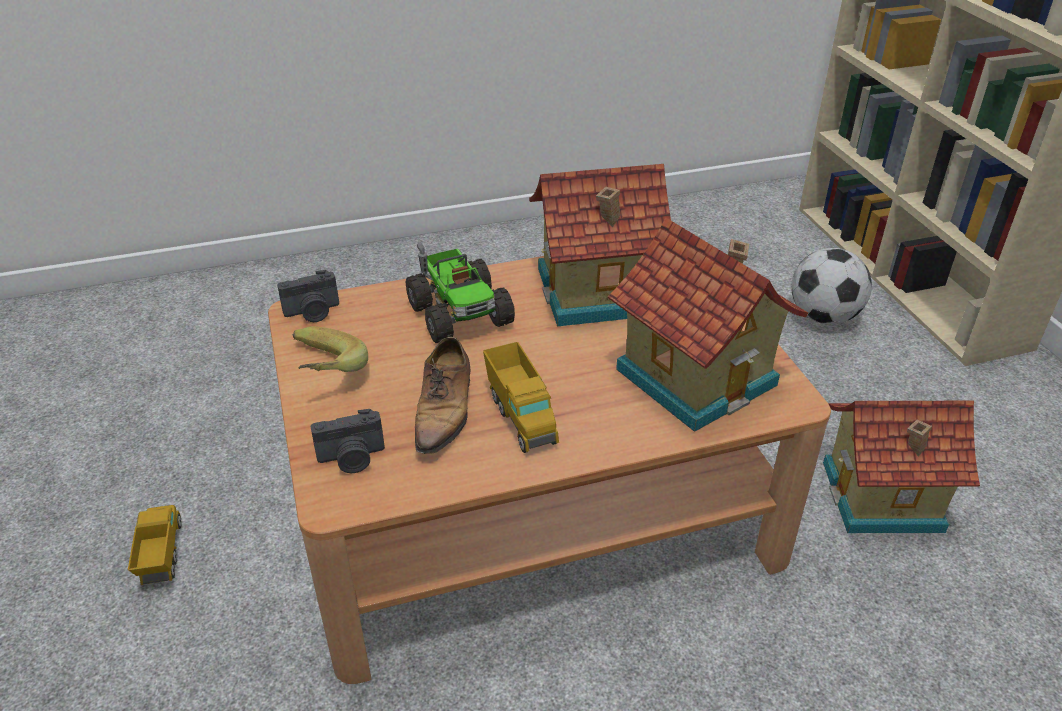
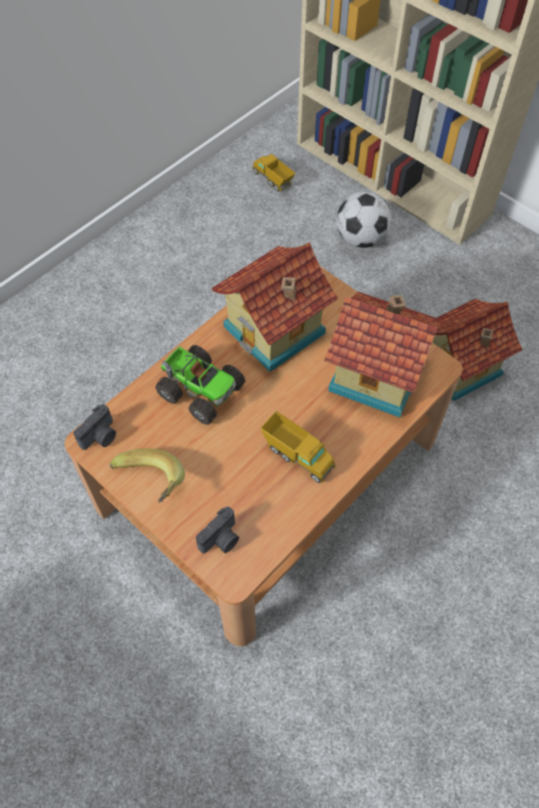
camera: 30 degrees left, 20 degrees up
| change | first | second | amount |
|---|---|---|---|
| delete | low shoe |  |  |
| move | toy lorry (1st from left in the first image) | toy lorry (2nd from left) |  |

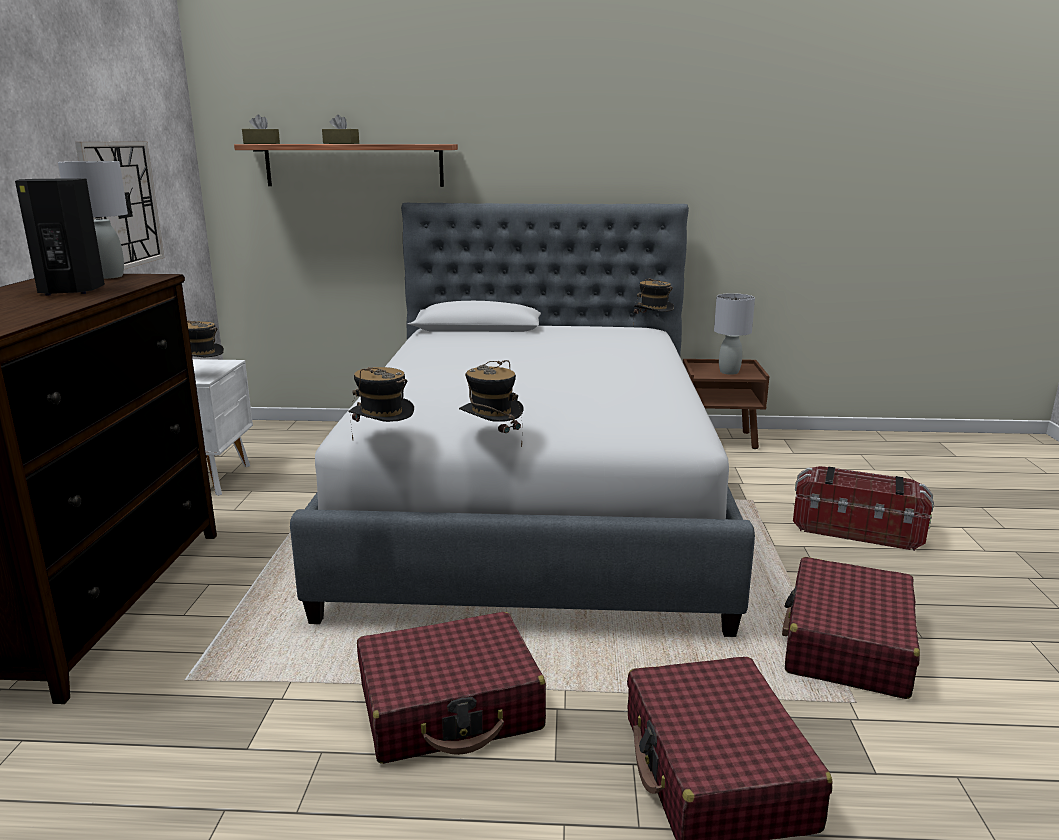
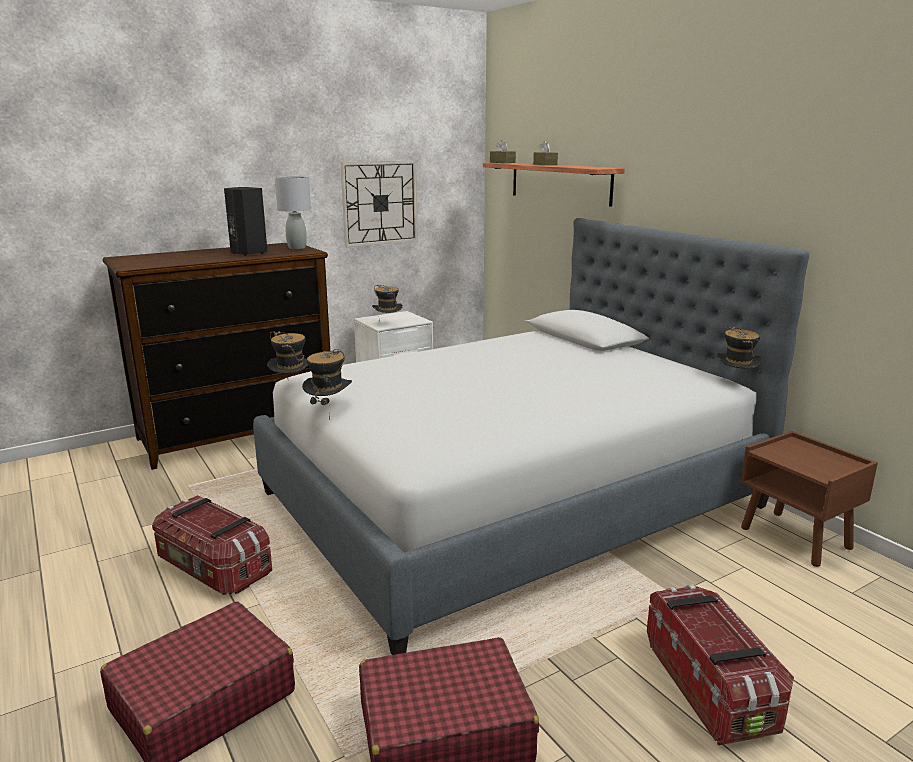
camera: 55 degrees right, 0 degrees up
| change | first | second | amount |
|---|---|---|---|
| delete | greyish table lamp (2nd from left) |  |  |
| replace | reddish piece of luggage (1st from left) | storage container (1st from left) |  |

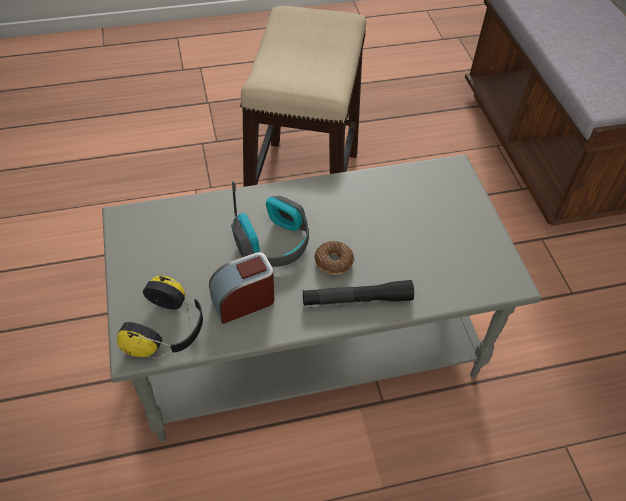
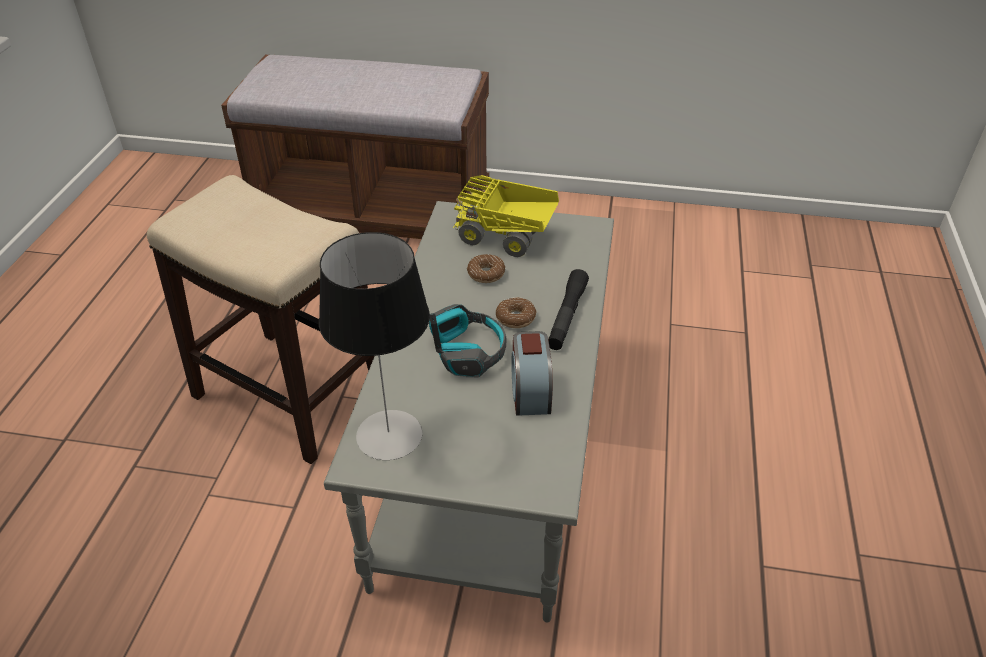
camera: 65 degrees left, 10 degrees down
| change | first | second | amount |
|---|---|---|---|
| delete | pair of headphones (1st from left) |  |  |
| insert |  | toy lorry |  |
| insert |  | table lamp |  |
| insert |  | ring doughnut (1st from left) |  |

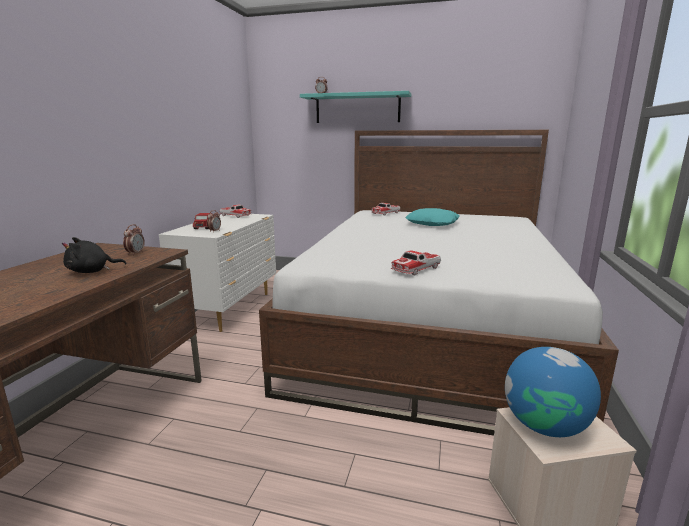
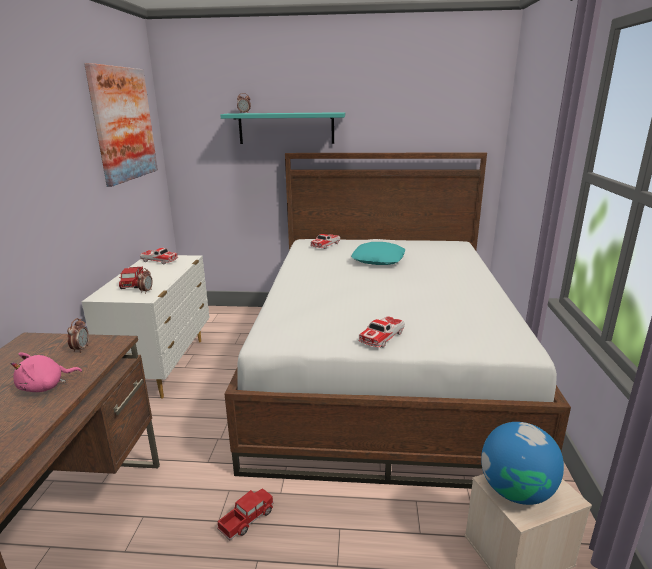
camera: 10 degrees left, 5 degrees up
| change | first | second | amount |
|---|---|---|---|
| recolor | blackish soft toy | pinkish soft toy |  |
| insert |  | picture |  |
| insert |  | toy lorry (2nd from left) |  |

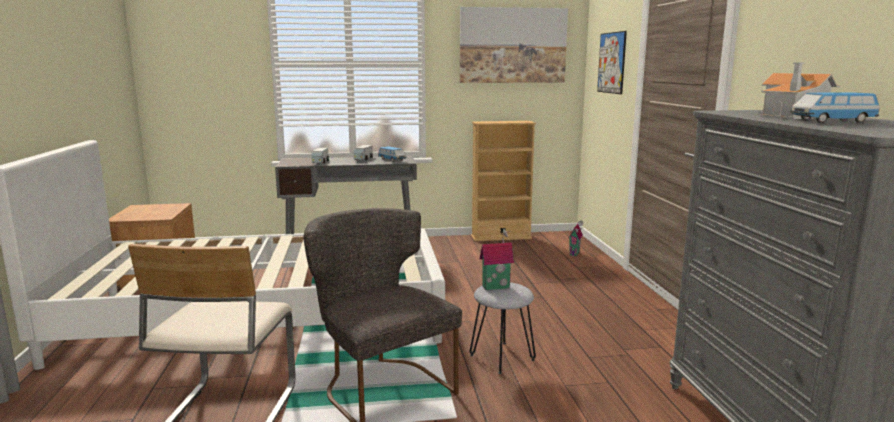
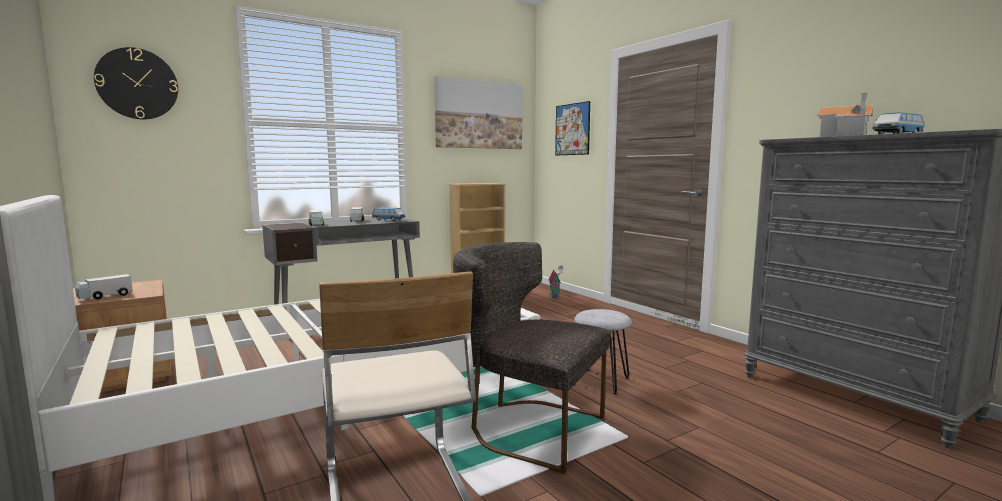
camera: 25 degrees left, 5 degrees down
| change | first | second | amount |
|---|---|---|---|
| delete | miniature house (1st from left) |  |  |
| insert |  | clock on the wall |  |
| insert |  | toy lorry (1st from left) |  |

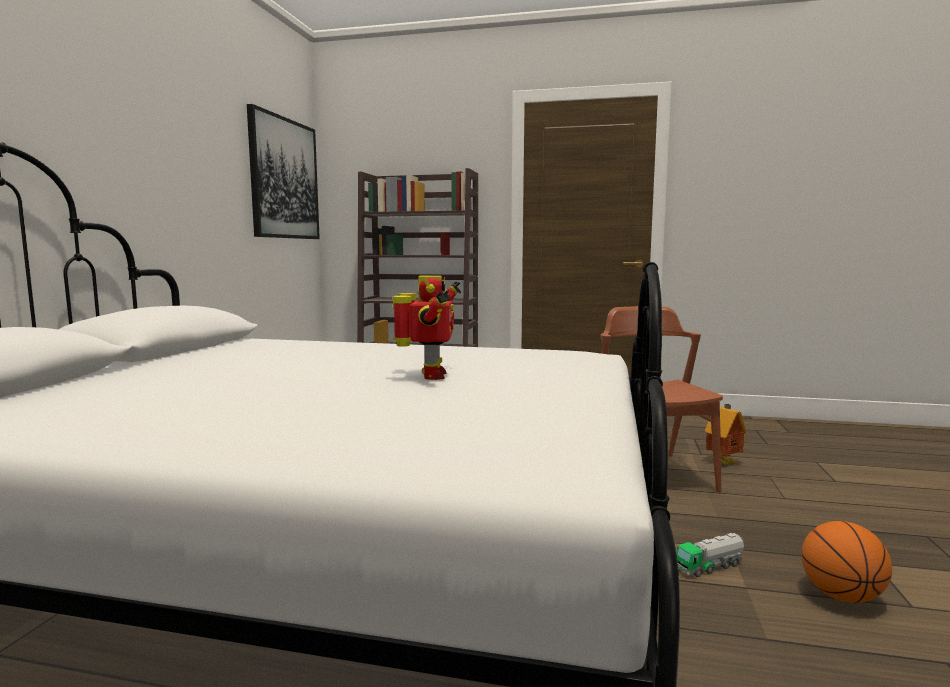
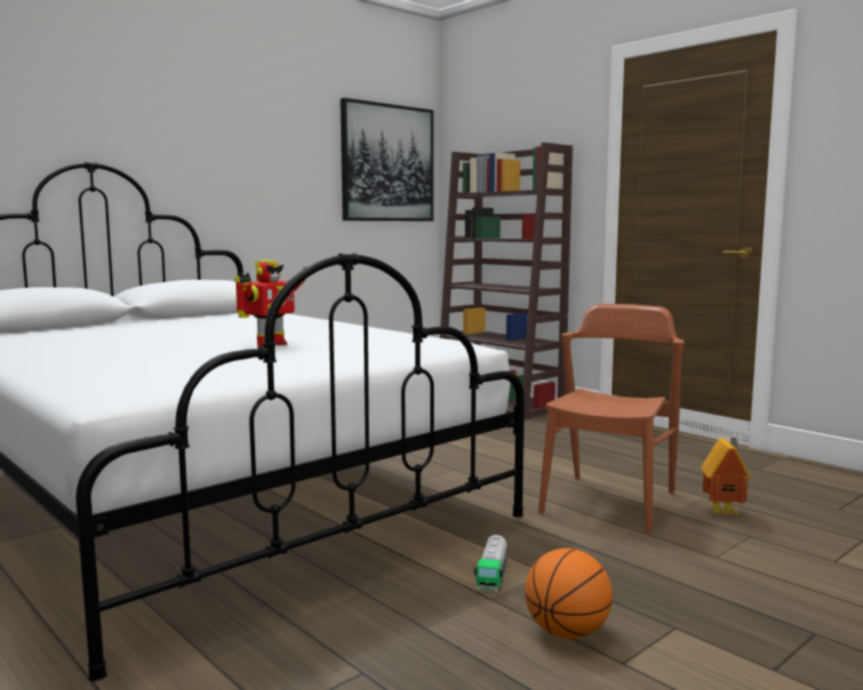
camera: 35 degrees right, 0 degrees up
| change | first | second | amount |
|---|---|---|---|
| rotate | toy lorry |  | 90 degrees counterclockwise |

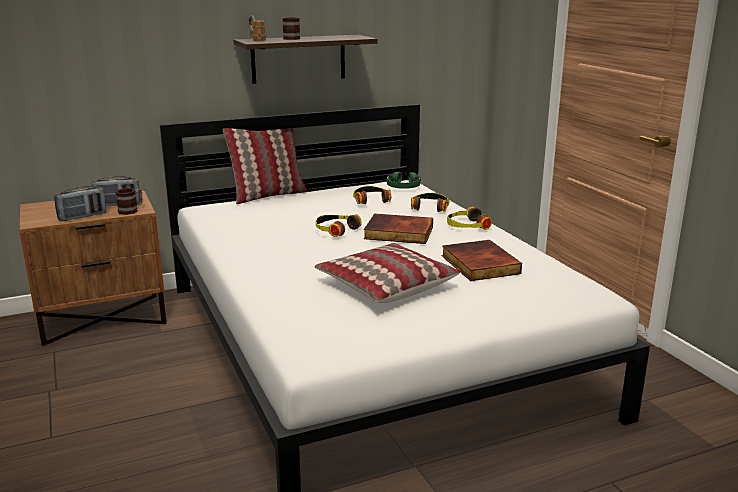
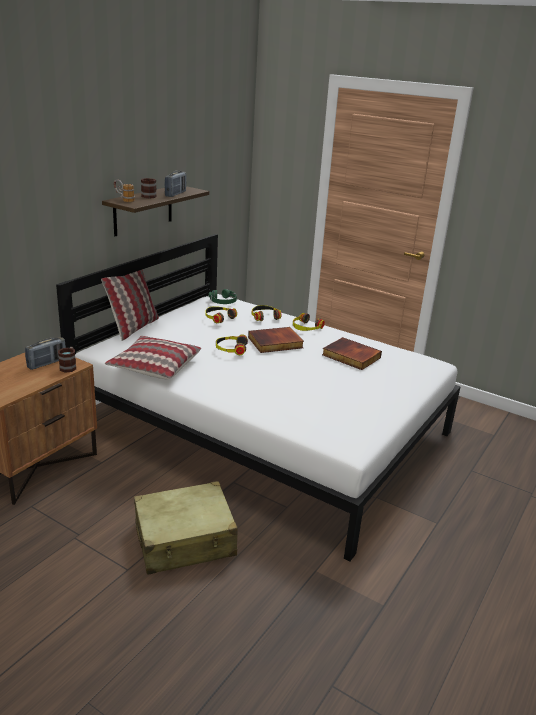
camera: 35 degrees left, 5 degrees up
| change | first | second | amount |
|---|---|---|---|
| move | radio (1st from left in the first image) | radio (2nd from left) |  |
| move | throw pillow (2nd from left) |  |  |
| insert |  | sand-coloured piece of luggage |  |

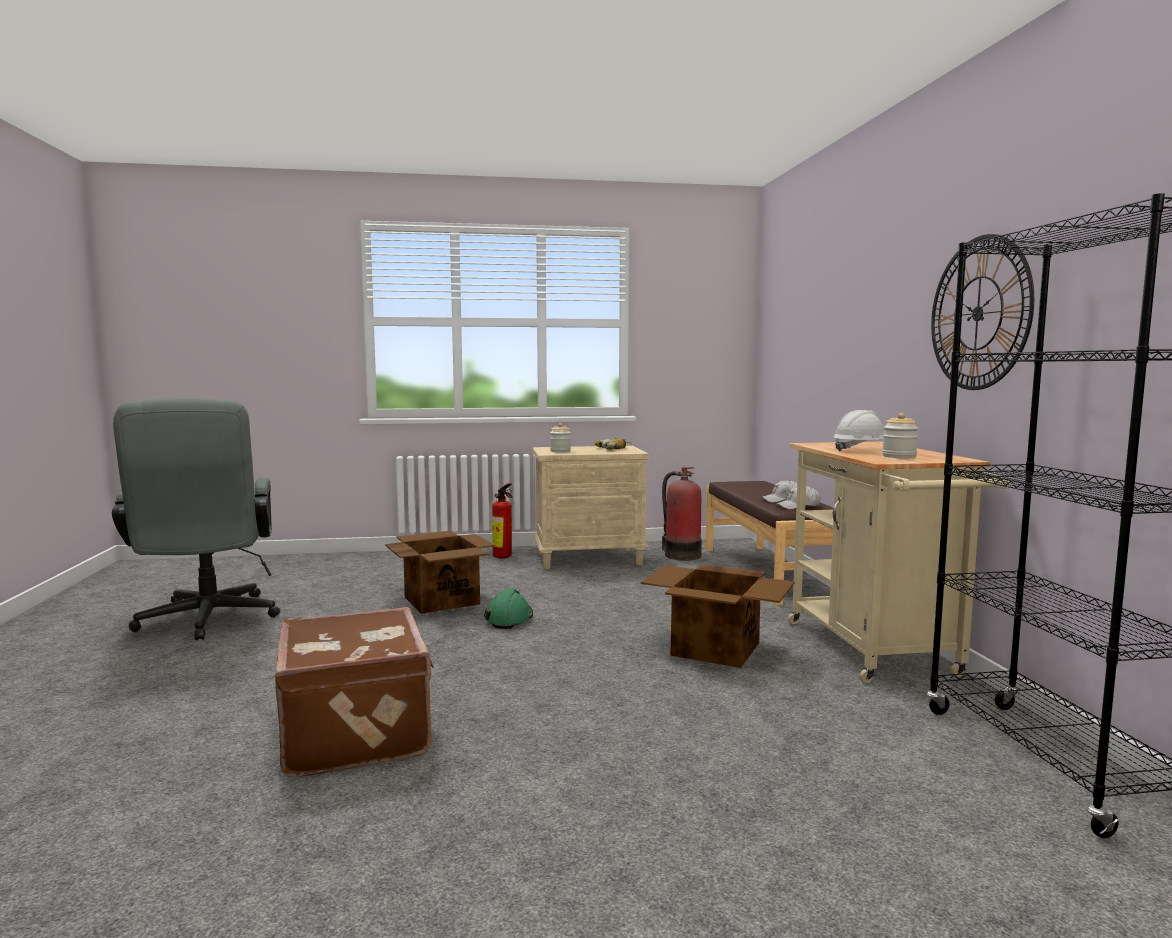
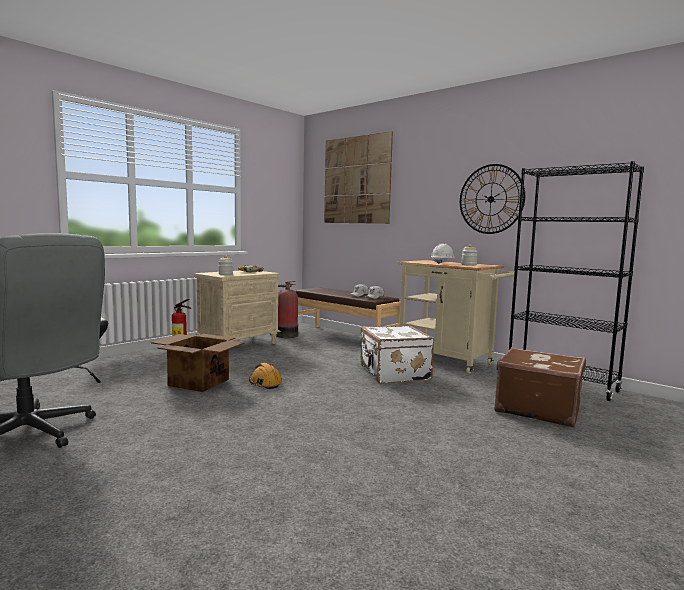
camera: 40 degrees left, 0 degrees up
| change | first | second | amount |
|---|---|---|---|
| replace | cardboard box (2nd from left) | white piece of luggage |  |
| recolor | green work helmet | orange work helmet |  |
| move | brown-coloured piece of luggage |  |  |
| insert |  | picture |  |

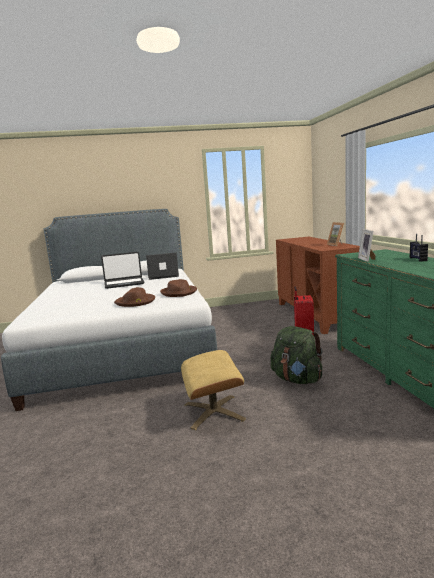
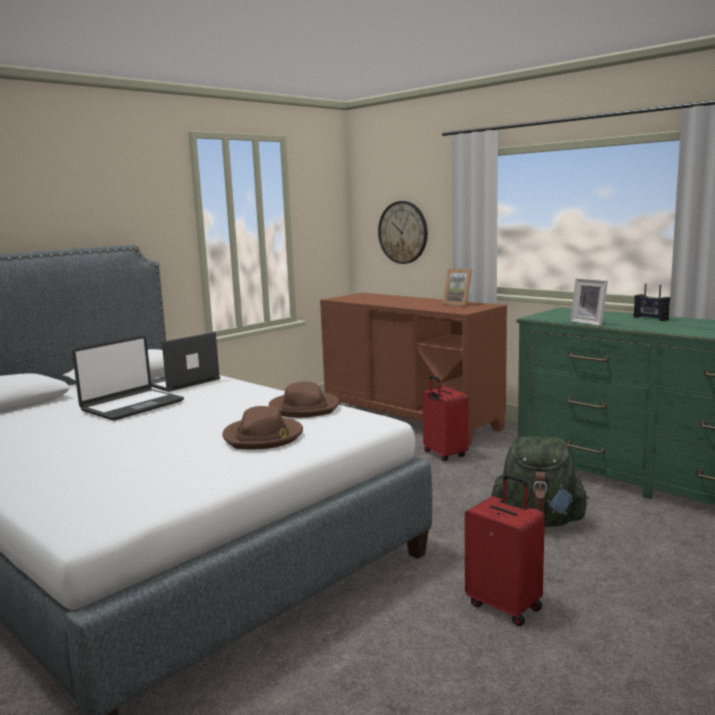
camera: 35 degrees left, 0 degrees up
| change | first | second | amount |
|---|---|---|---|
| replace | sand-coloured footrest | reddish piece of luggage (2nd from left) |  |
| insert |  | clock on the wall |  |

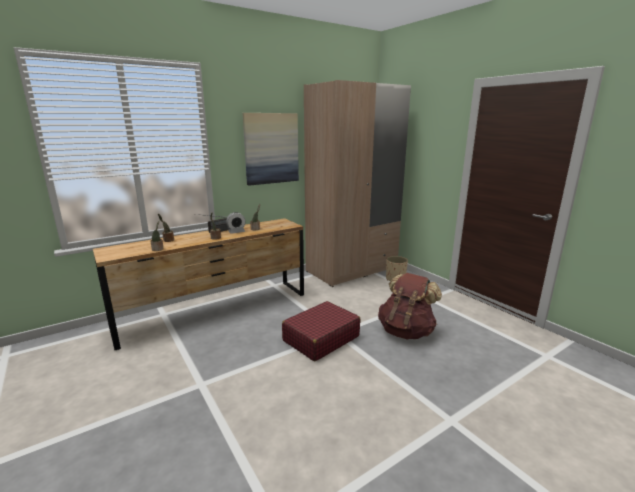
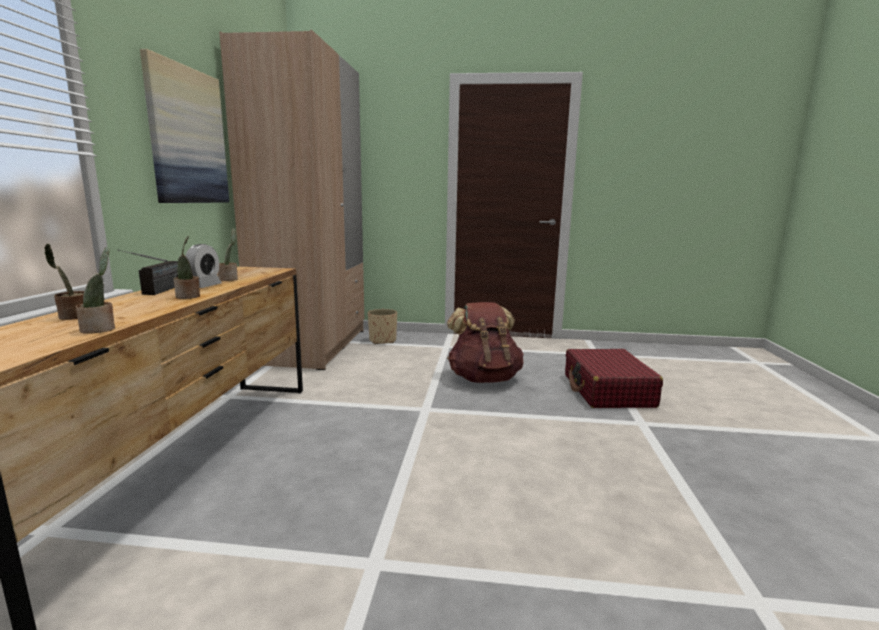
camera: 50 degrees left, 5 degrees down
| change | first | second | amount |
|---|---|---|---|
| move | reddish piece of luggage |  |  |

